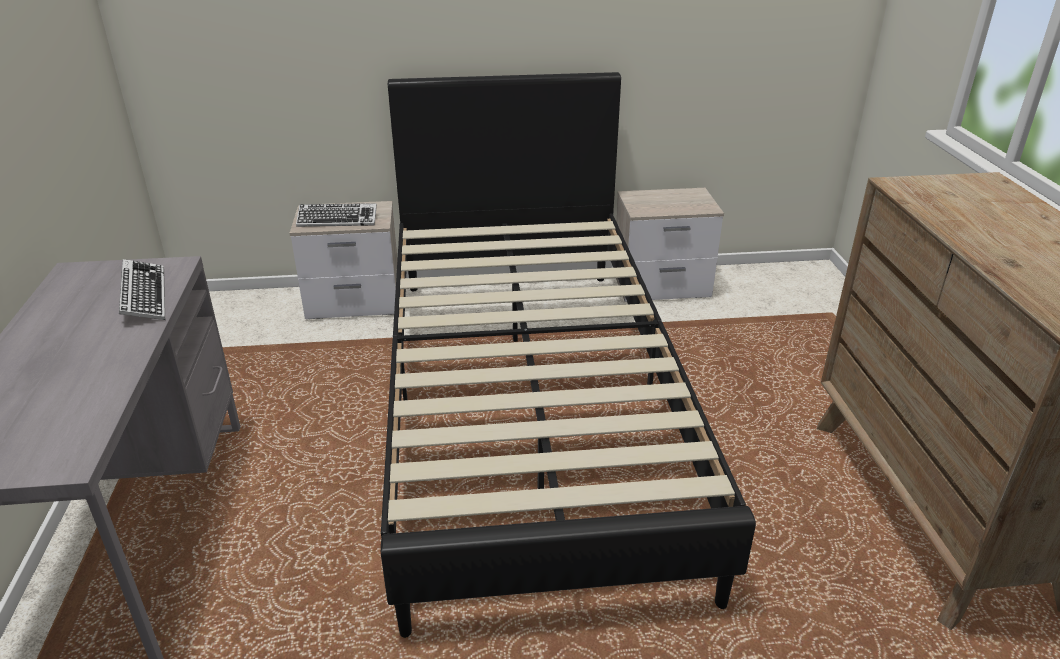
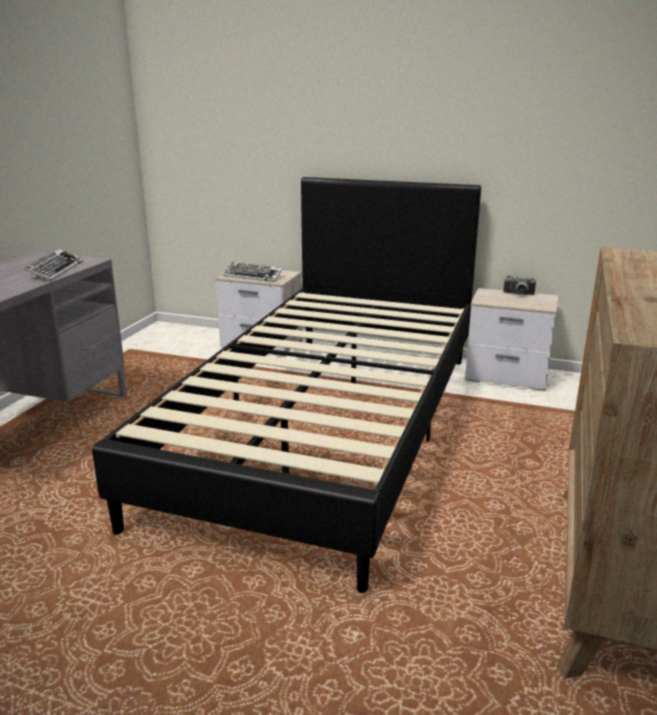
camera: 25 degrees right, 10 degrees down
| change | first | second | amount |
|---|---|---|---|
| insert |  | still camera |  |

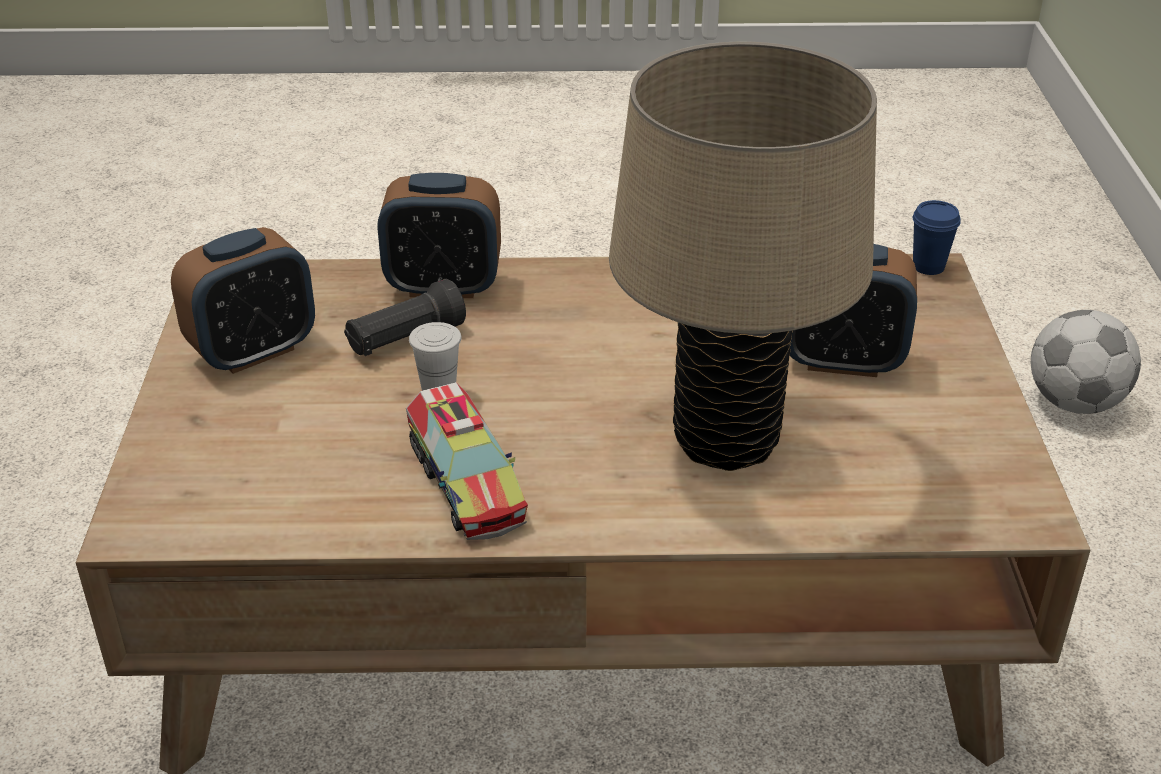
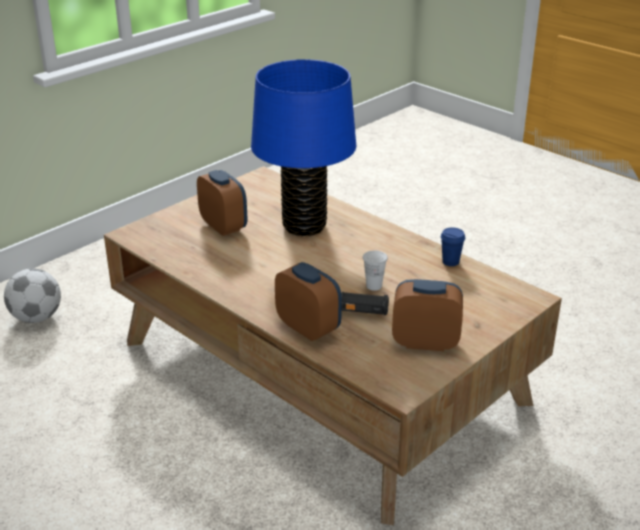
camera: 135 degrees left, 5 degrees down
| change | first | second | amount |
|---|---|---|---|
| recolor | sand-coloured table lamp | blue-coloured table lamp |  |
| move | blue-coloured drinking cup |  |  |
| delete | toy lorry |  |  |

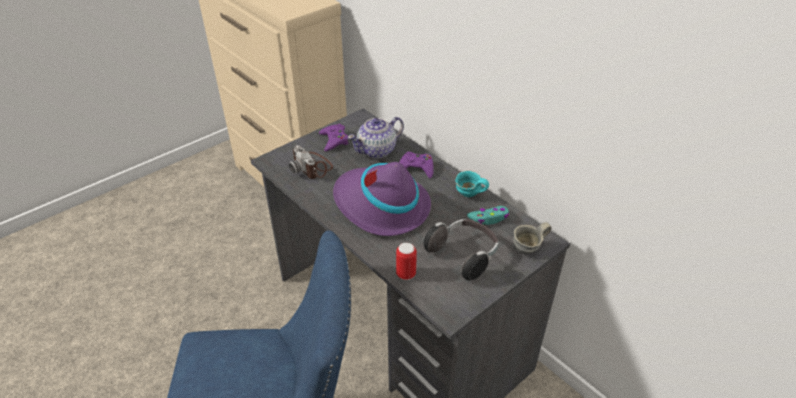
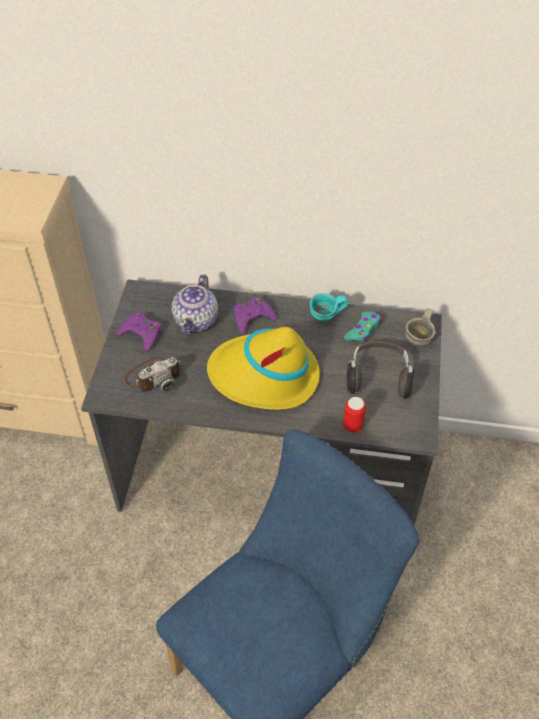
camera: 40 degrees left, 10 degrees up
| change | first | second | amount |
|---|---|---|---|
| rotate | still camera |  | 45 degrees counterclockwise |
| recolor | purplish clothing hat | yellow clothing hat |  |

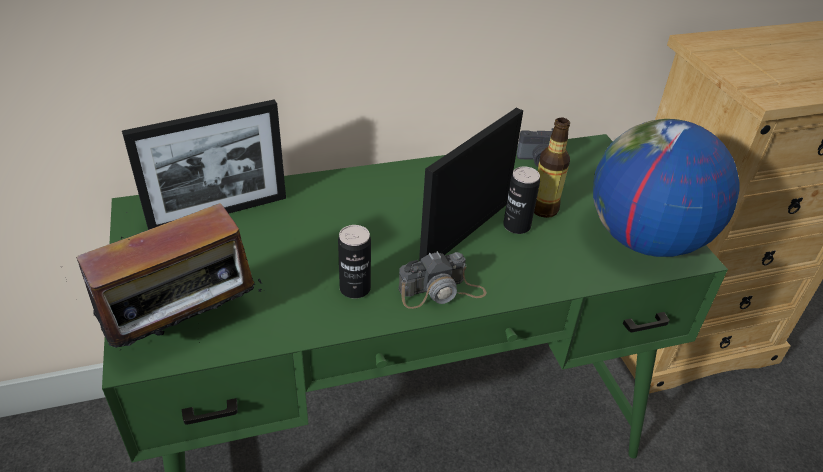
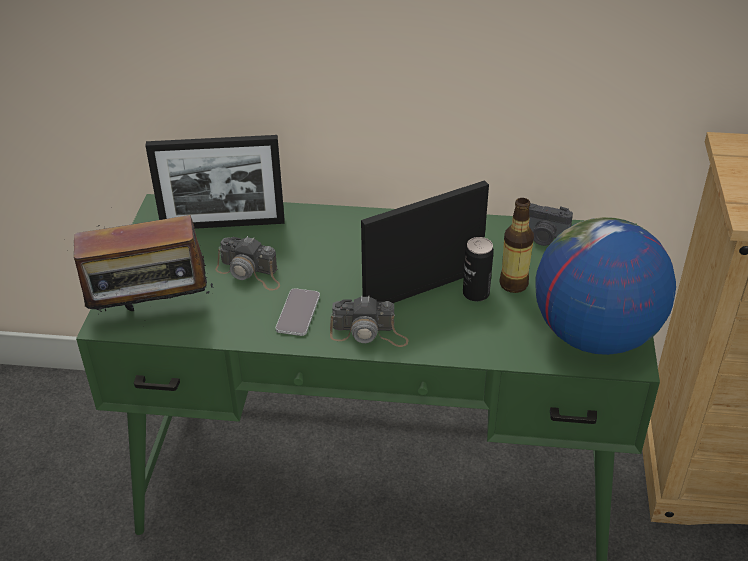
camera: 25 degrees right, 0 degrees up
| change | first | second | amount |
|---|---|---|---|
| replace | can (1st from left) | phone |  |
| insert |  | still camera (1st from left) |  |

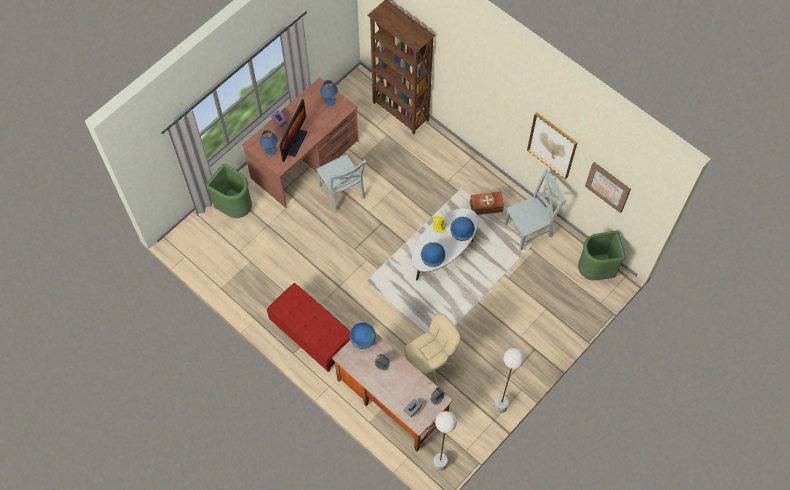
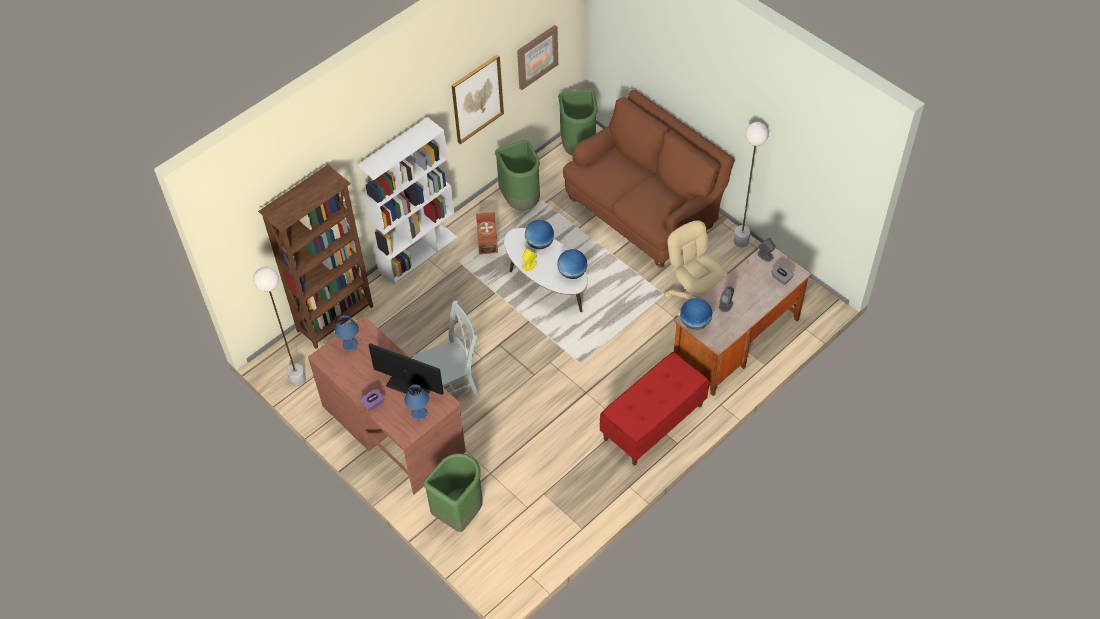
camera: 85 degrees left, 10 degrees down
| change | first | second | amount |
|---|---|---|---|
| replace | greyish upright chair (2nd from left) | green rubbish bin (2nd from left) |  |
| move | white standard lamp (1st from left) |  |  |
| insert |  | brown-coloured sofa |  |
| insert |  | white shelving unit |  |

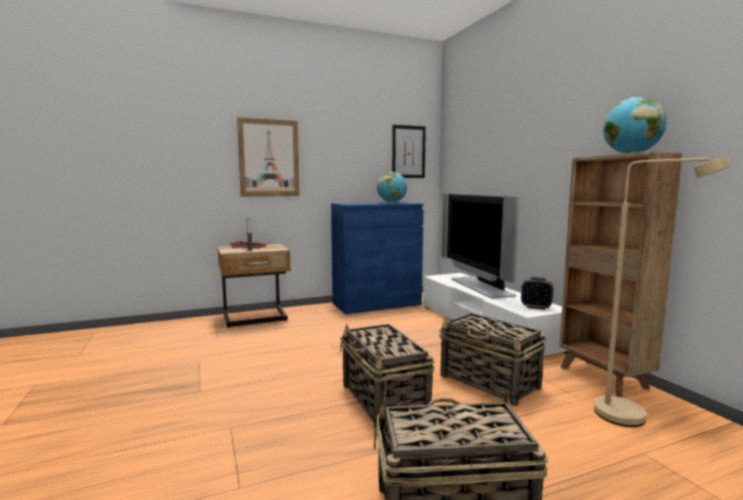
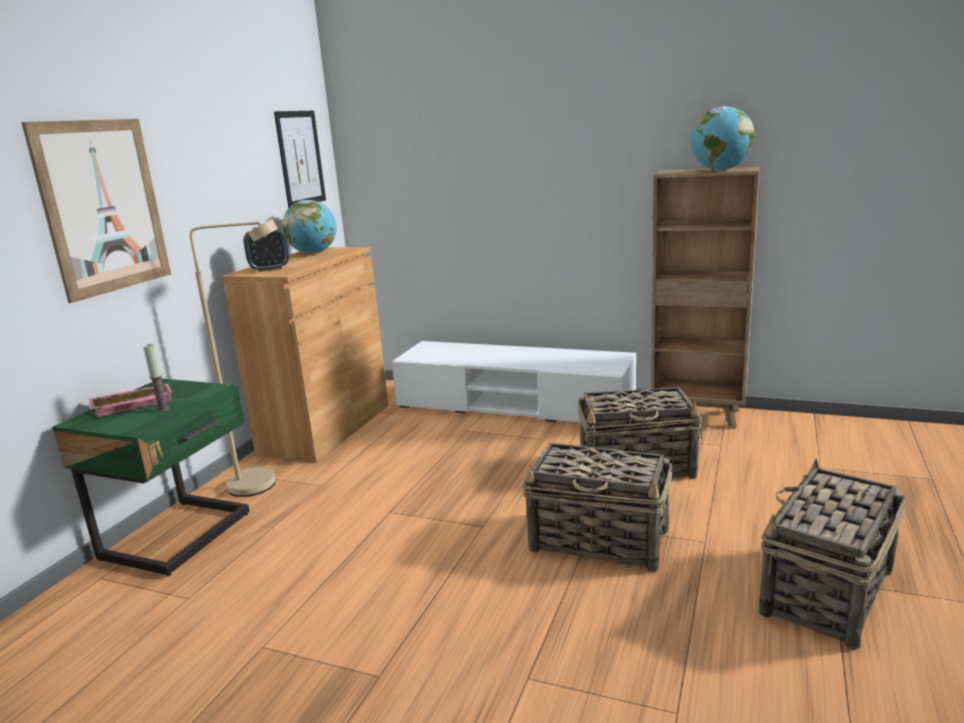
camera: 45 degrees left, 10 degrees up
| change | first | second | amount |
|---|---|---|---|
| move | sand-coloured standard lamp |  |  |
| delete | television |  |  |
| recolor | blue-coloured cabinet | brown-coloured cabinet |  |
| recolor | sand-coloured nightstand | green nightstand |  |
| move | alarm clock |  |  |

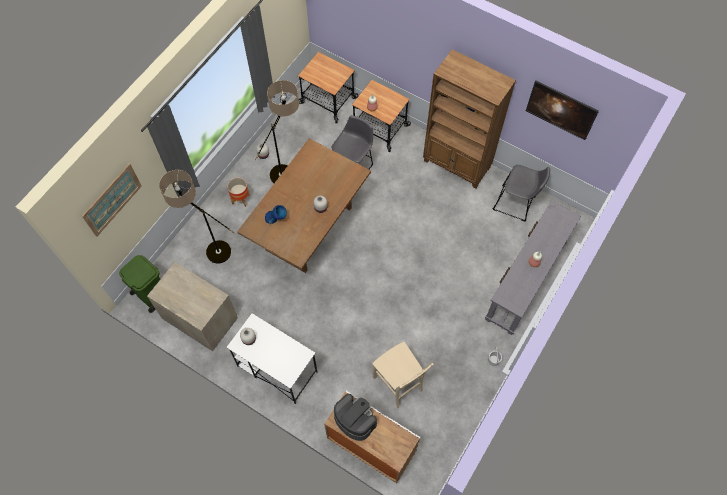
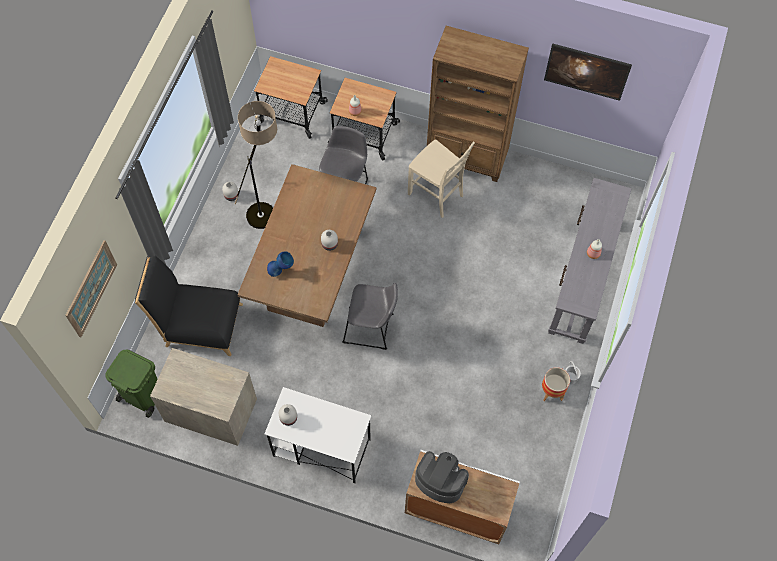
camera: 15 degrees left, 0 degrees up
| change | first | second | amount |
|---|---|---|---|
| move | greyish stool seat (2nd from left) |  |  |
| replace | standard lamp (1st from left) | blackish upright chair |  |
| move | planter |  |  |
| move | sand-coloured upright chair |  |  |

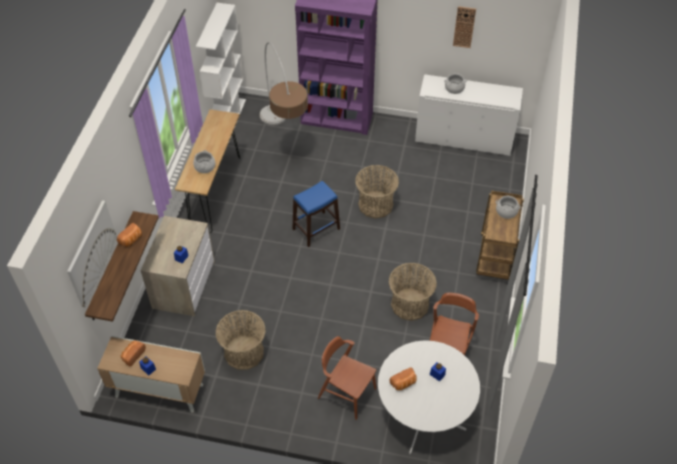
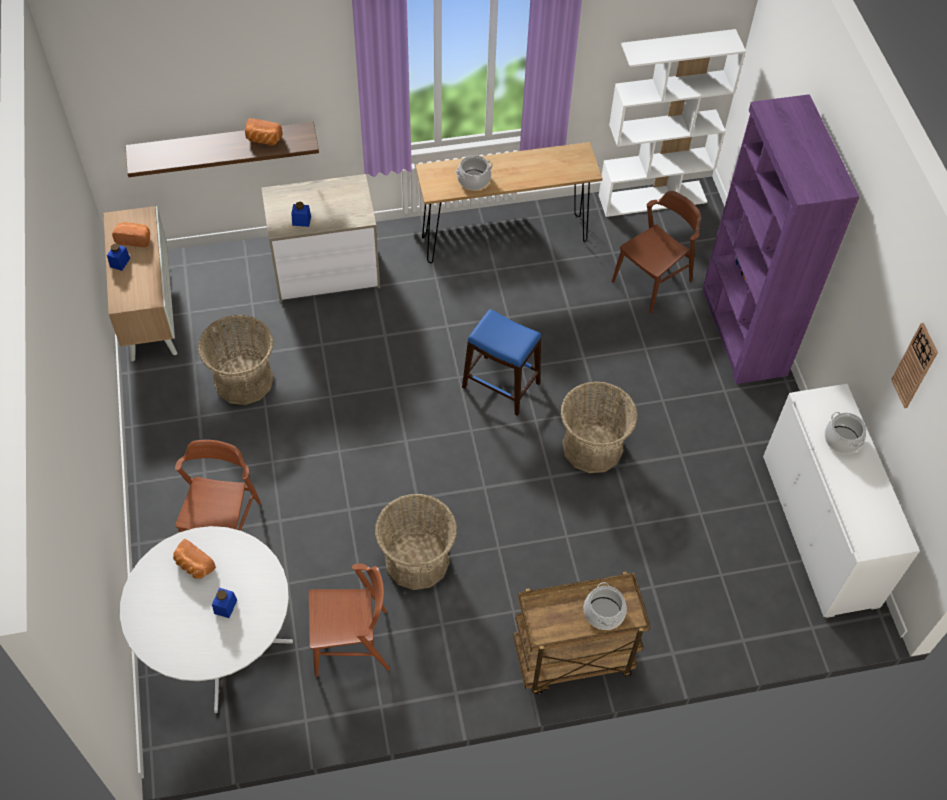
camera: 65 degrees right, 5 degrees up
| change | first | second | amount |
|---|---|---|---|
| replace | standard lamp | brown-coloured upright chair (3rd from left) |  |
| delete | picture |  |  |

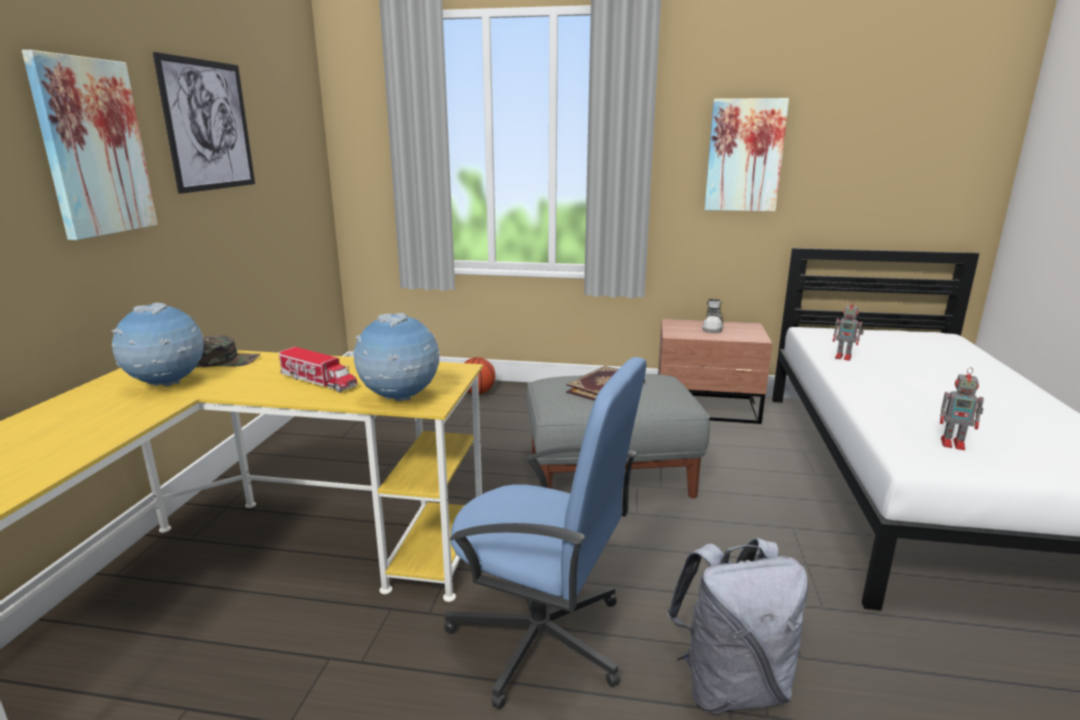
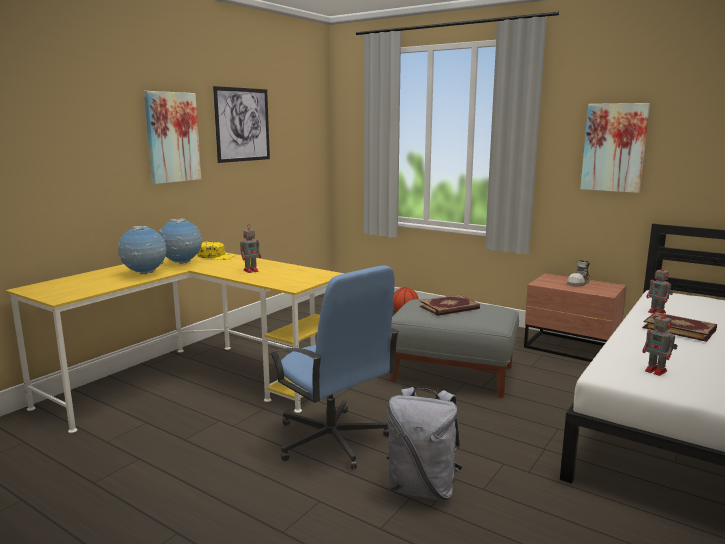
camera: 25 degrees right, 5 degrees down
| change | first | second | amount |
|---|---|---|---|
| move | desk globe (2nd from left in the first image) | desk globe (1st from left) |  |
| recolor | green peaked cap | yellow peaked cap |  |
| replace | toy lorry | model robot (1st from left) |  |
| insert |  | bound book (2nd from left) |  |

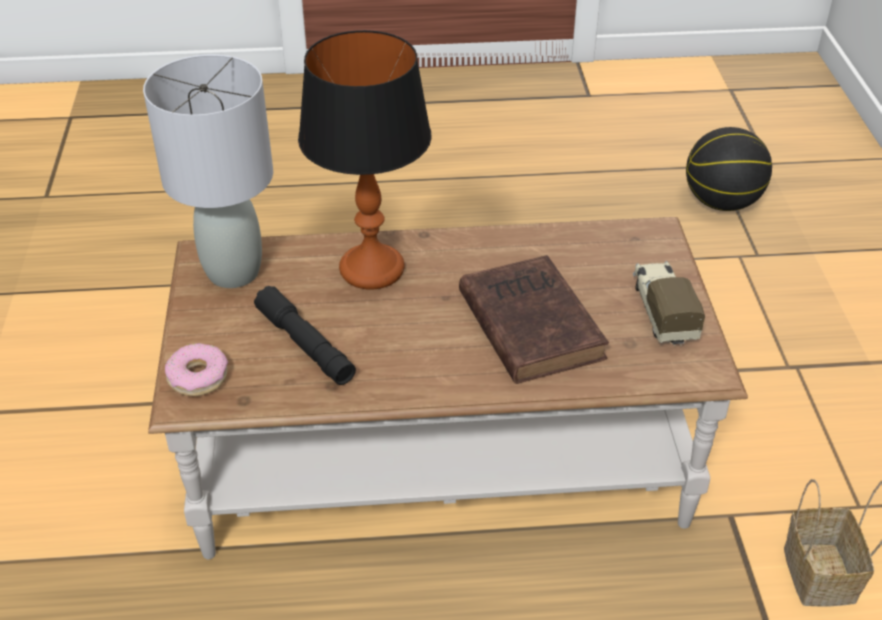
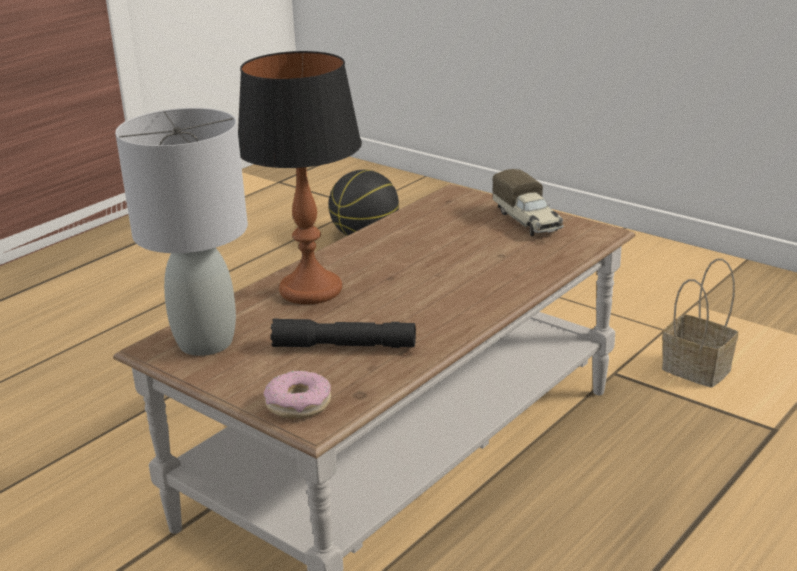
camera: 45 degrees left, 15 degrees down
| change | first | second | amount |
|---|---|---|---|
| delete | brown-coloured bound book |  |  |
| rotate | toy lorry |  | 150 degrees counterclockwise |

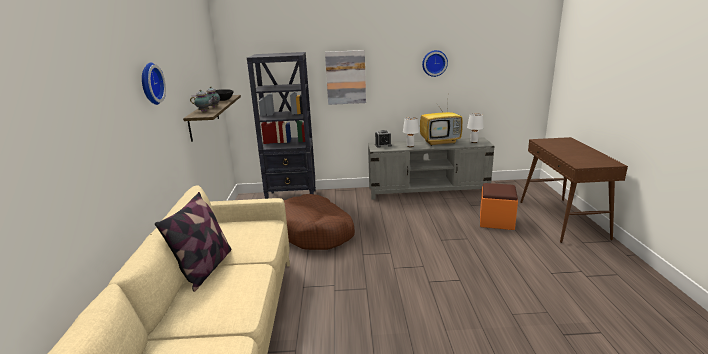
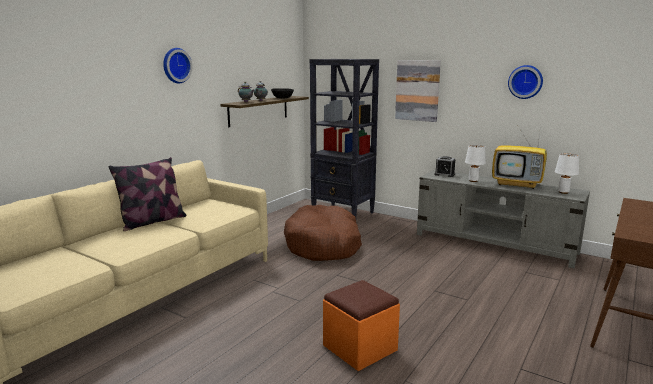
camera: 35 degrees right, 5 degrees down
| change | first | second | amount |
|---|---|---|---|
| move | orange footrest |  |  |

